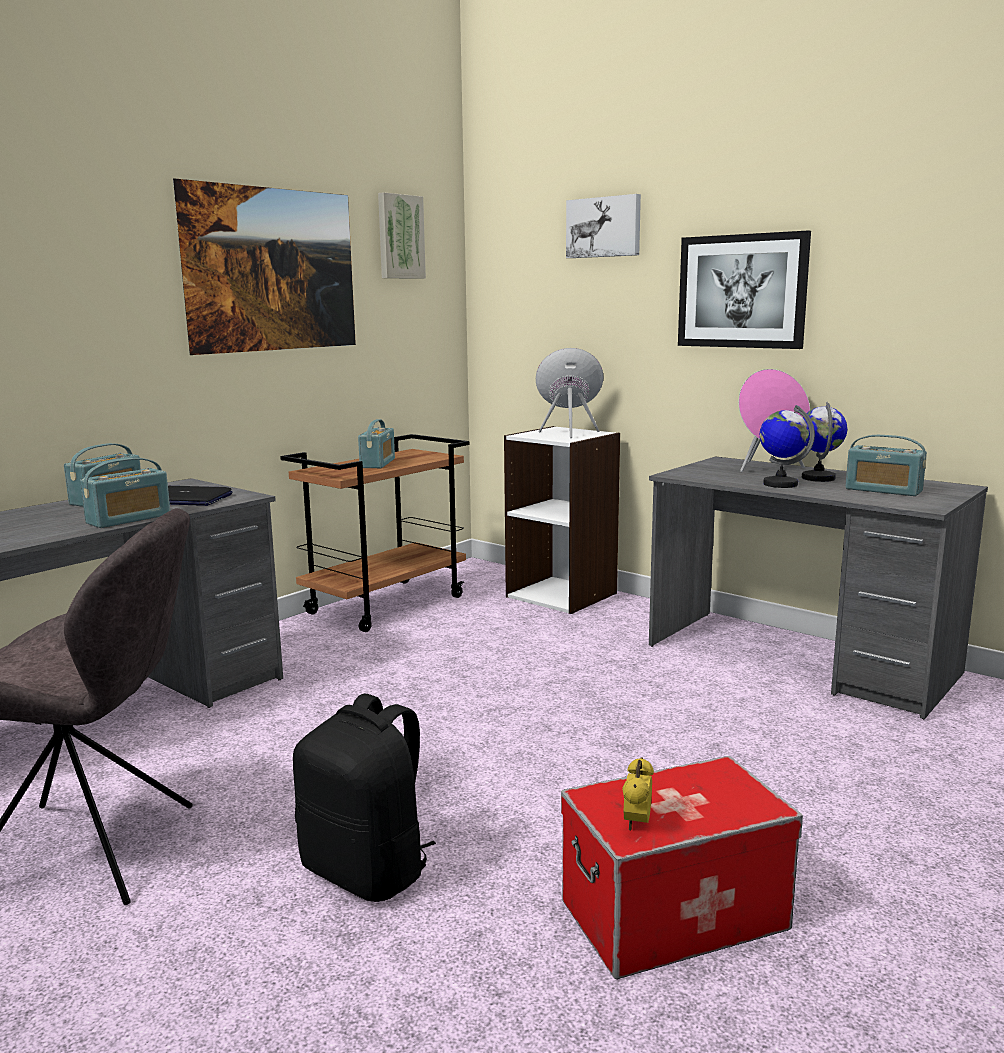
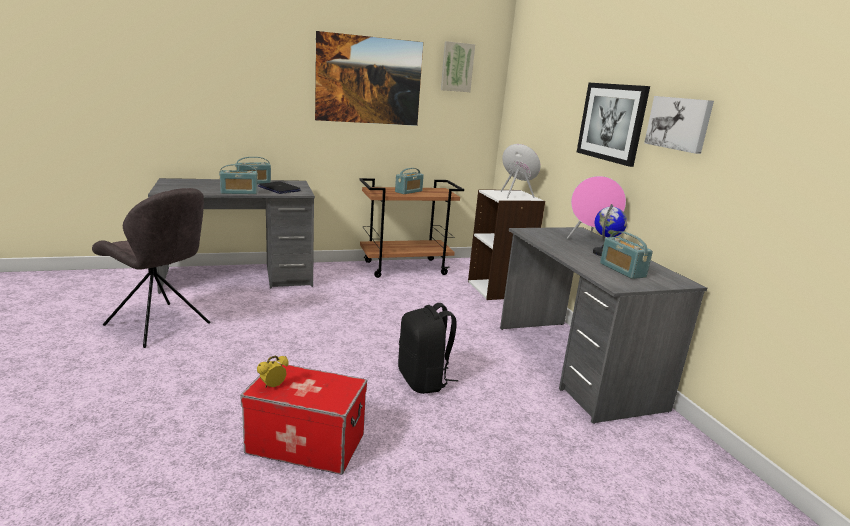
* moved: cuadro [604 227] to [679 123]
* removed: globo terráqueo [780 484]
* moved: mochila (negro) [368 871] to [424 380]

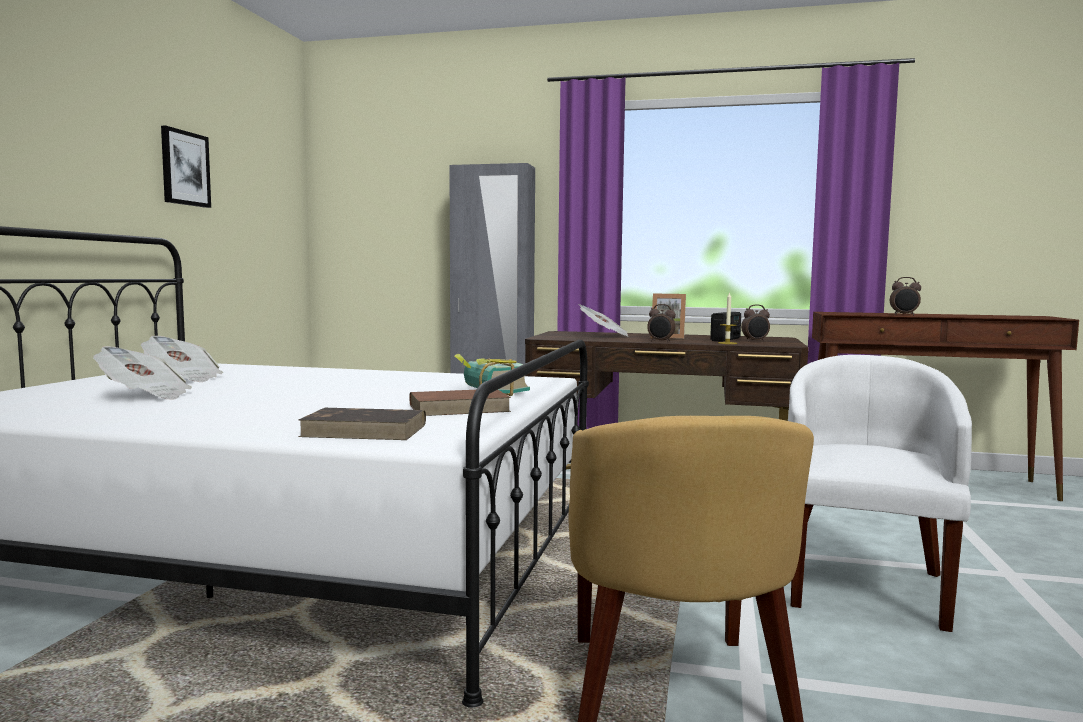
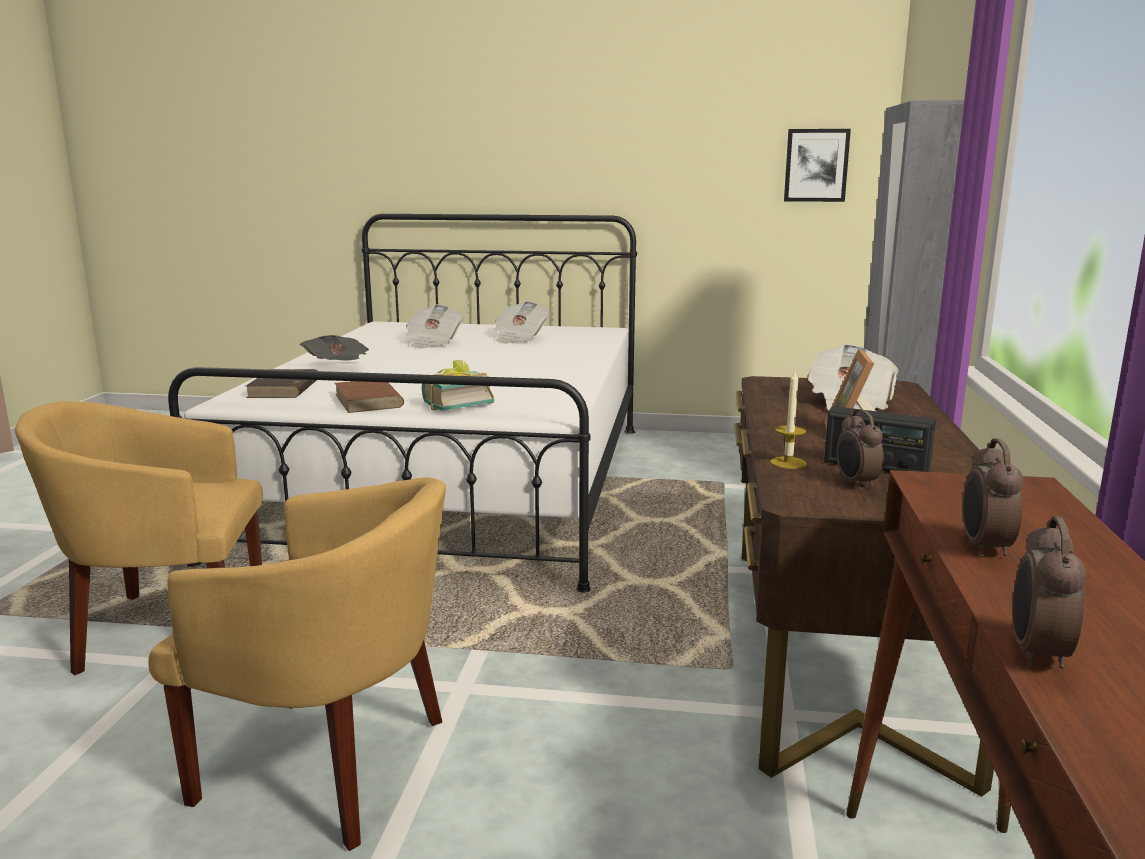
* moved: cuadro [185 168] to [816 165]
* moved: despertador [661 341] to [1036 654]
* recoloured: sillón (blanco) [863 585] to sillón (amarillo) [331 766]
* added: periódico [338 367]

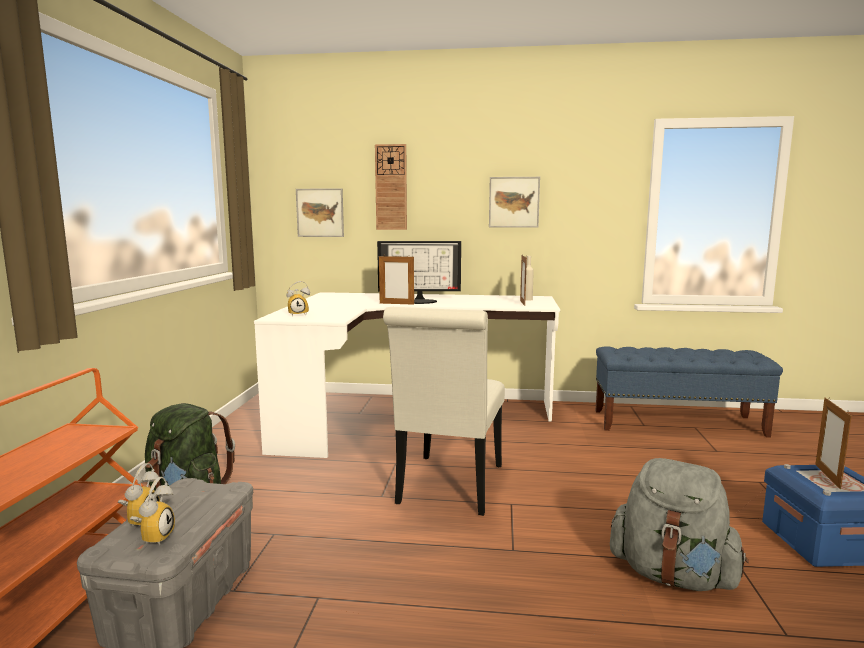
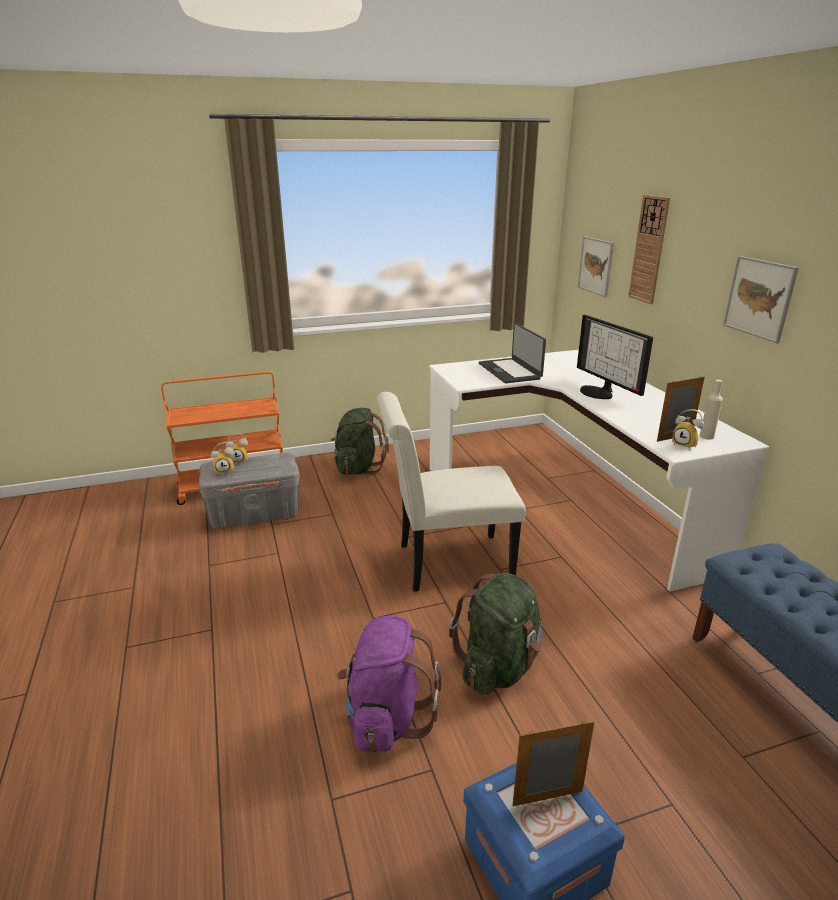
* removed: portarretratos [396 303]
* moved: despertador [298 314] to [686 445]
* recoloured: mochila (gris) [672 575] to mochila (morado) [386 718]
* added: portátil [510 371]
* added: mochila (verde) [498 667]

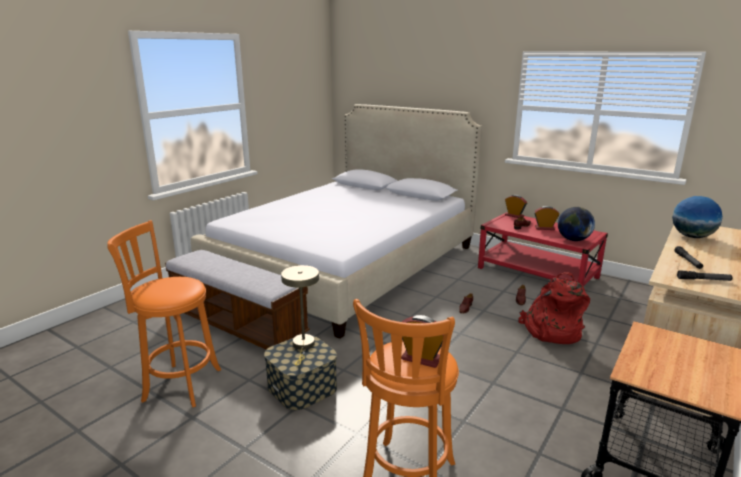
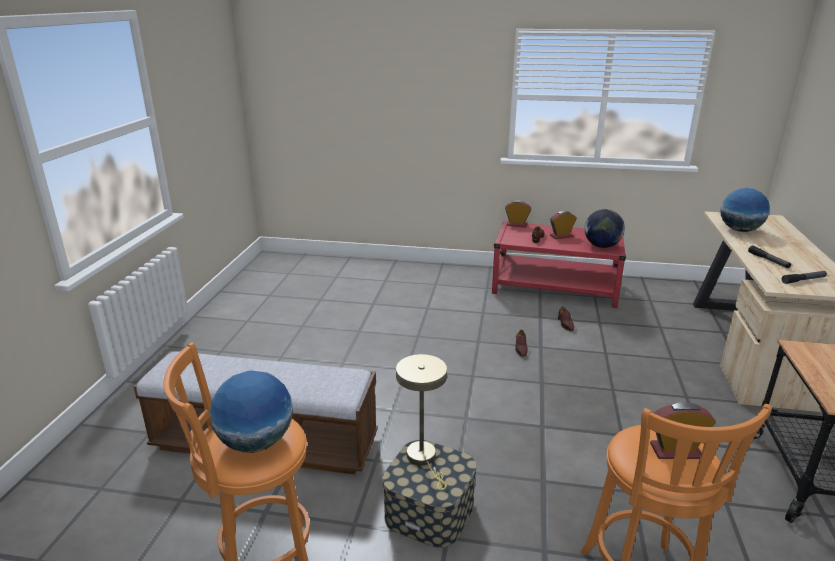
* removed: cama [346 264]
* removed: mochila (rojo) [551 331]
* added: globo terráqueo [256 442]

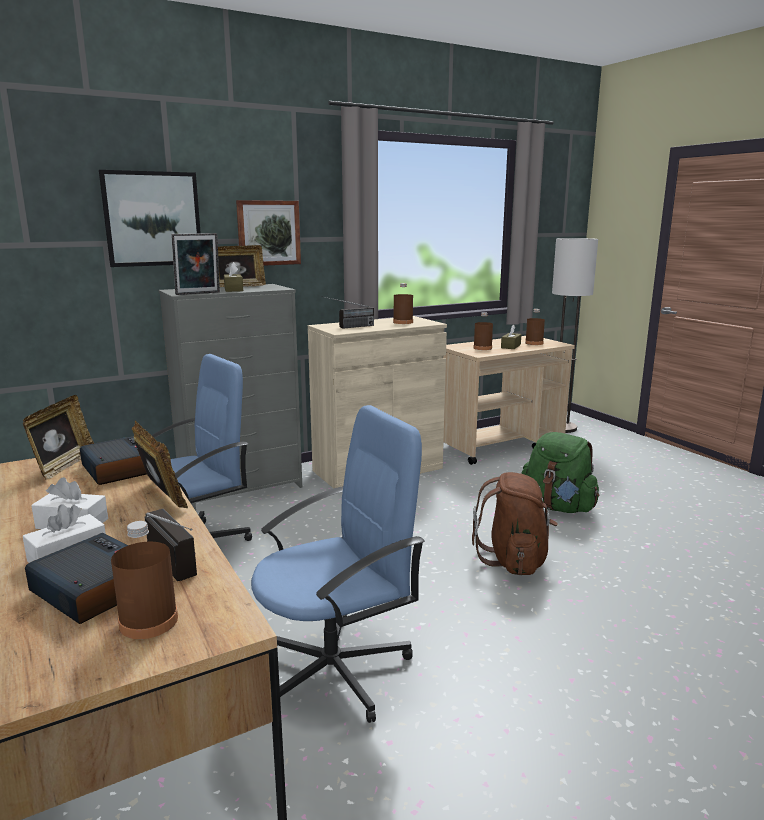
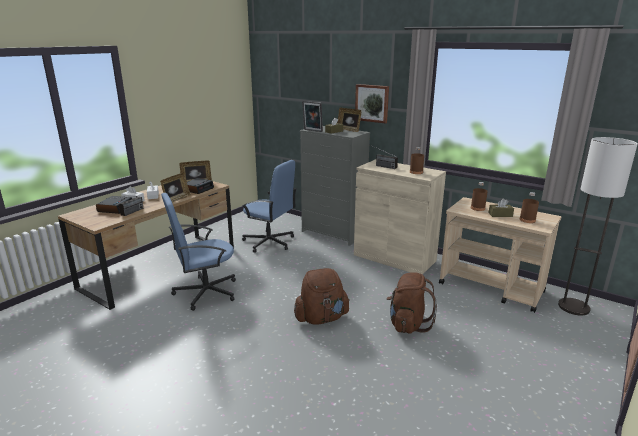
* removed: cuadro [152 219]
* turned: silla de oficina (azul) [335 669] = [205 292] 120 degrees clockwise
* recoloured: mochila (verde) [558 507] to mochila (marrón) [408 324]
* removed: botella (marrón) [148 621]

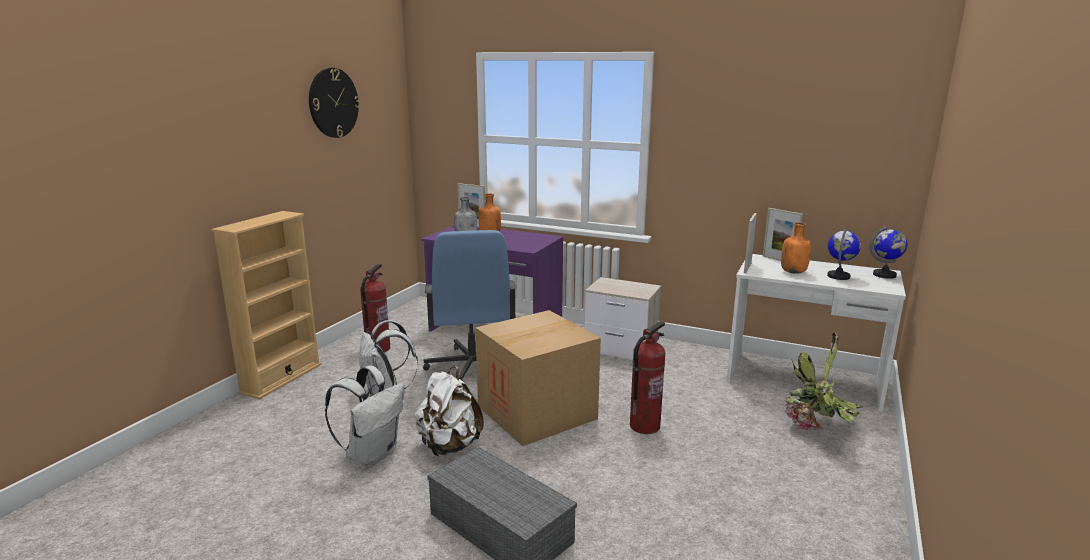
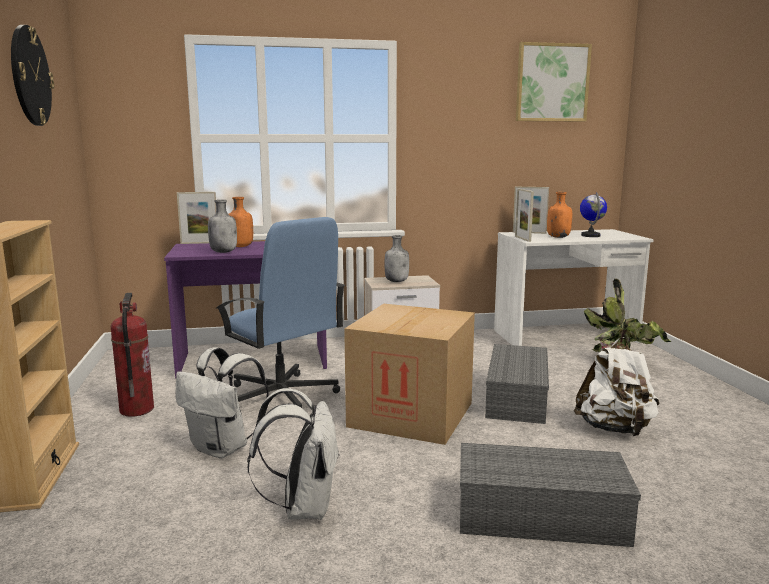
* removed: globo terráqueo [884 275]
* replaced: extintor [644 426] to caja de almacenaje (gris) [515 397]
* moved: mochila (blanco) [449 446] to [614 429]
* added: cuadro [552 83]
* added: botella (gris) [397 281]

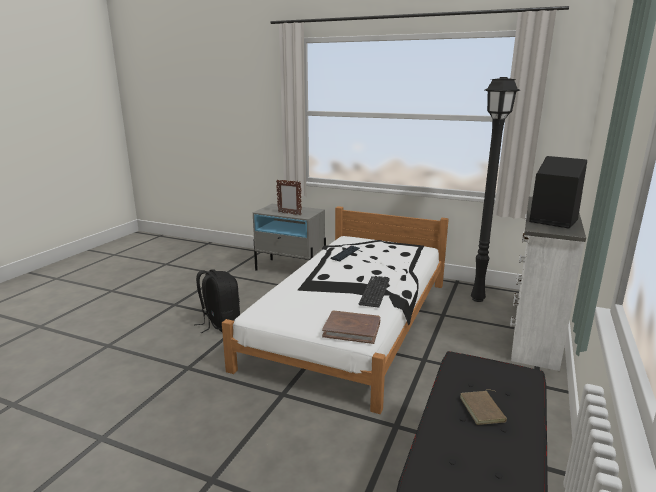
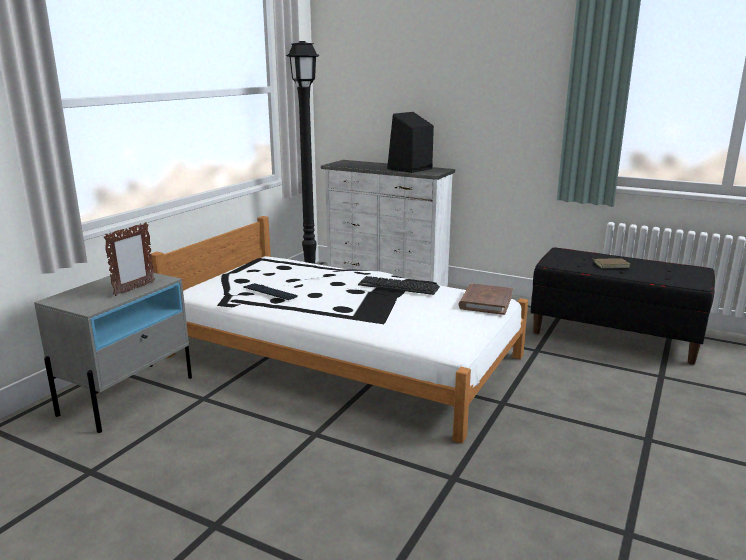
* removed: mochila (negro) [220 324]

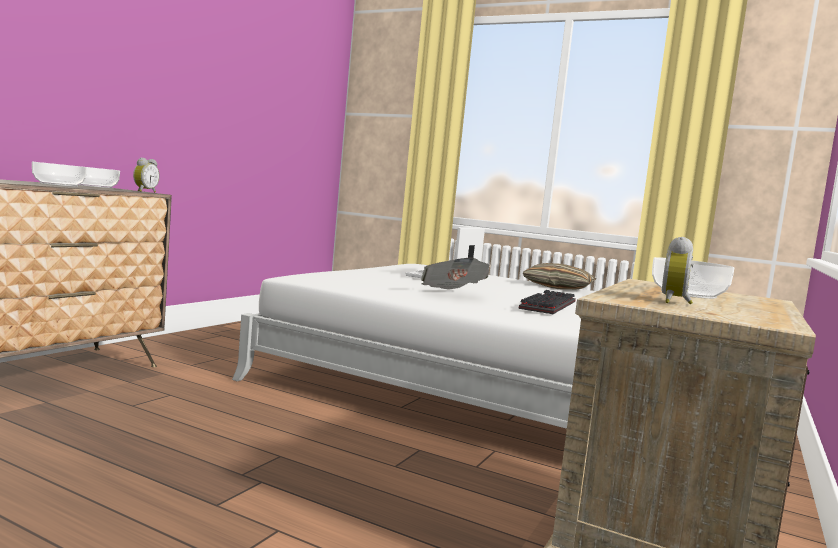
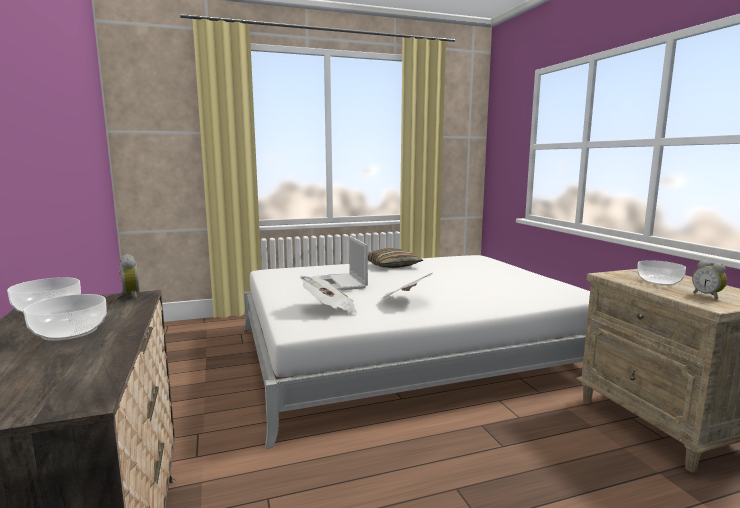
* removed: teclado [546 305]
* added: periódico [330 309]

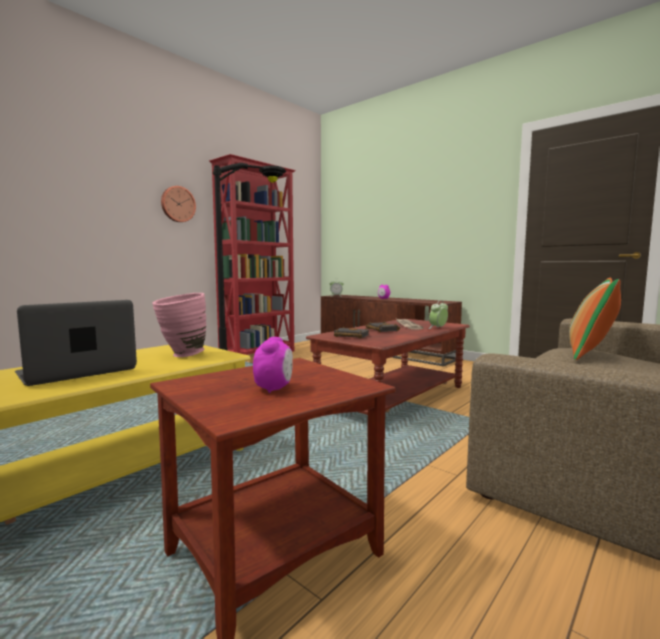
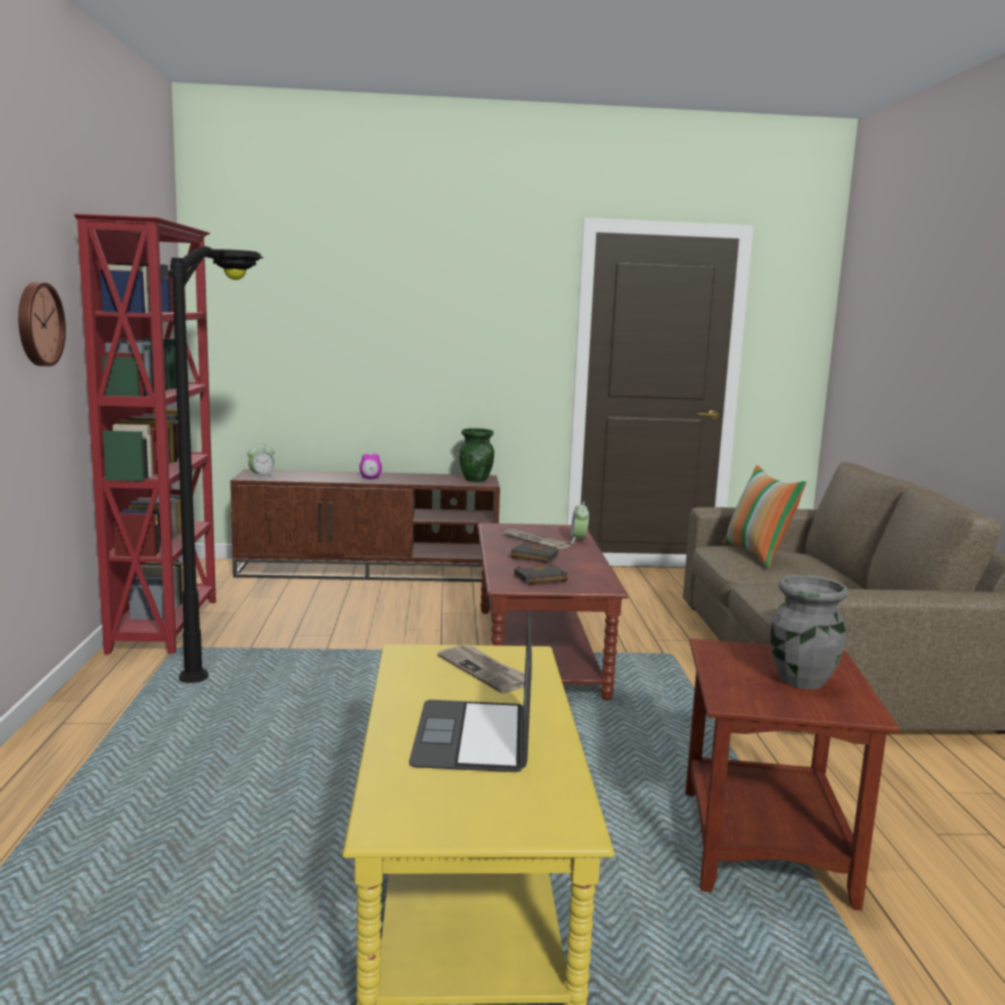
* replaced: florero (rosa) [181 355] to periódico [484 671]
* replaced: despertador [274 388] to florero (gris) [800 681]
* added: florero (verde) [476 480]

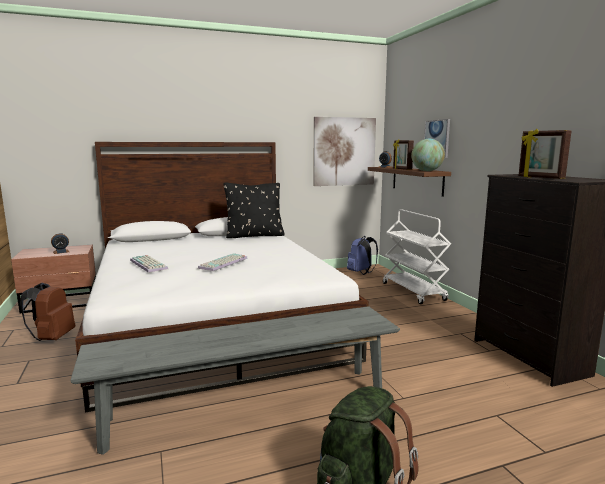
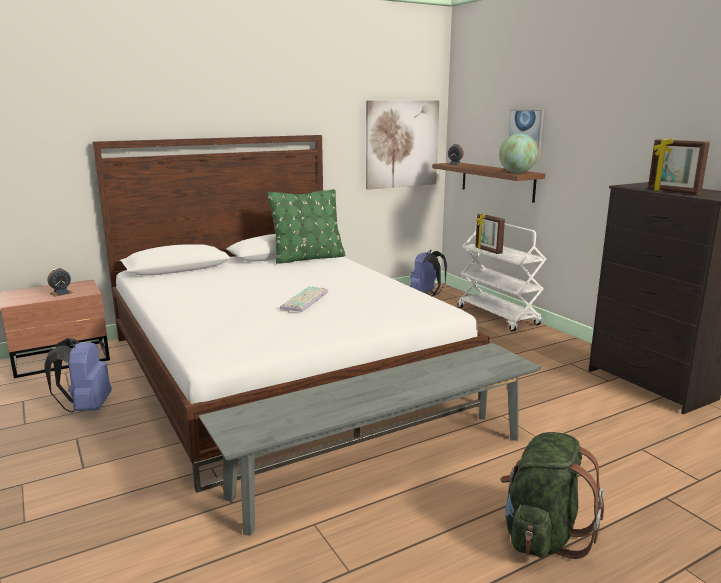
* moved: portarretratos [401 169] to [488 251]
* recoloured: cojín (negro) [254 235] to cojín (verde) [308 258]
* removed: teclado [149 264]
* recoloured: mochila (marrón) [52 338] to mochila (azul) [86 408]

